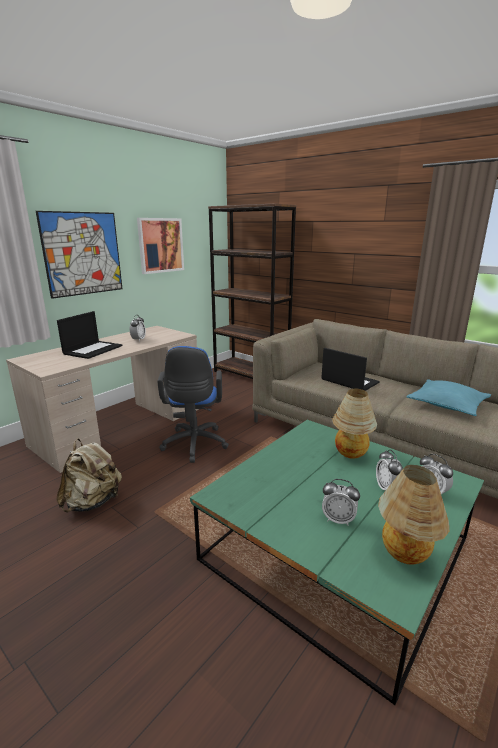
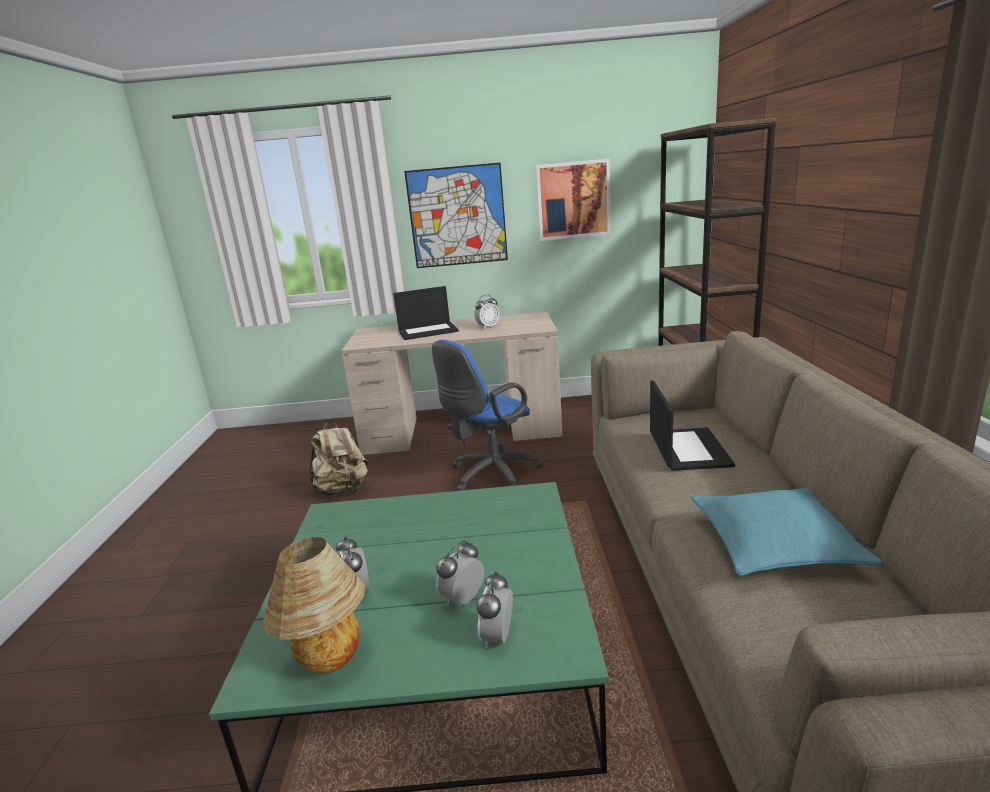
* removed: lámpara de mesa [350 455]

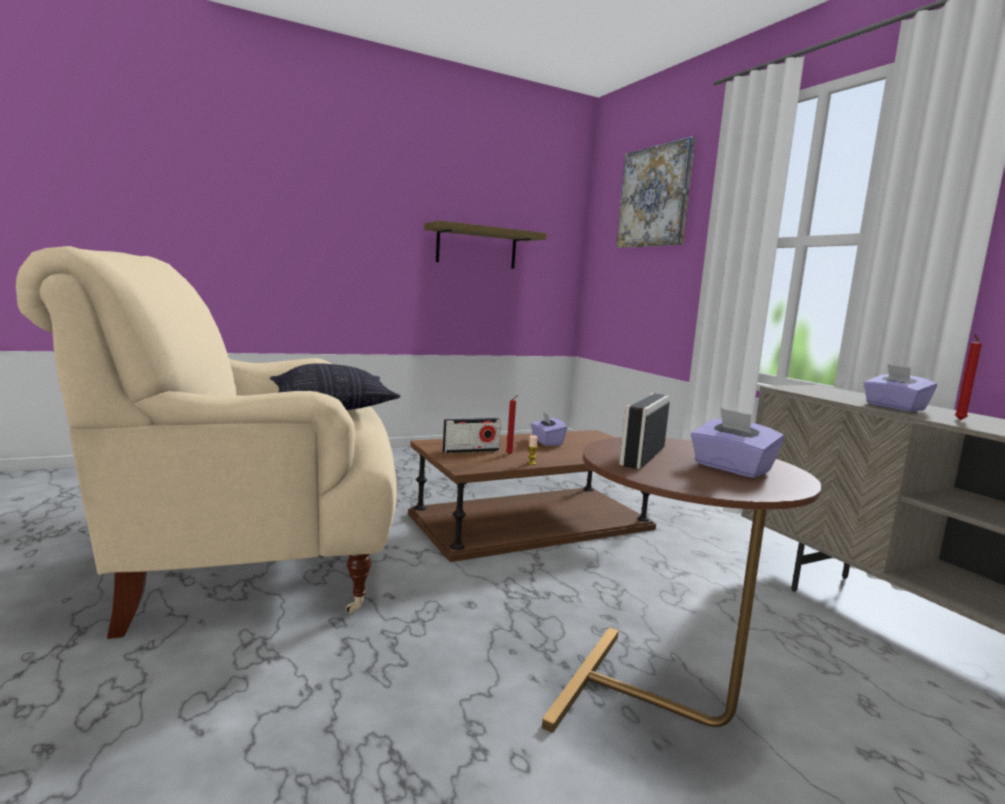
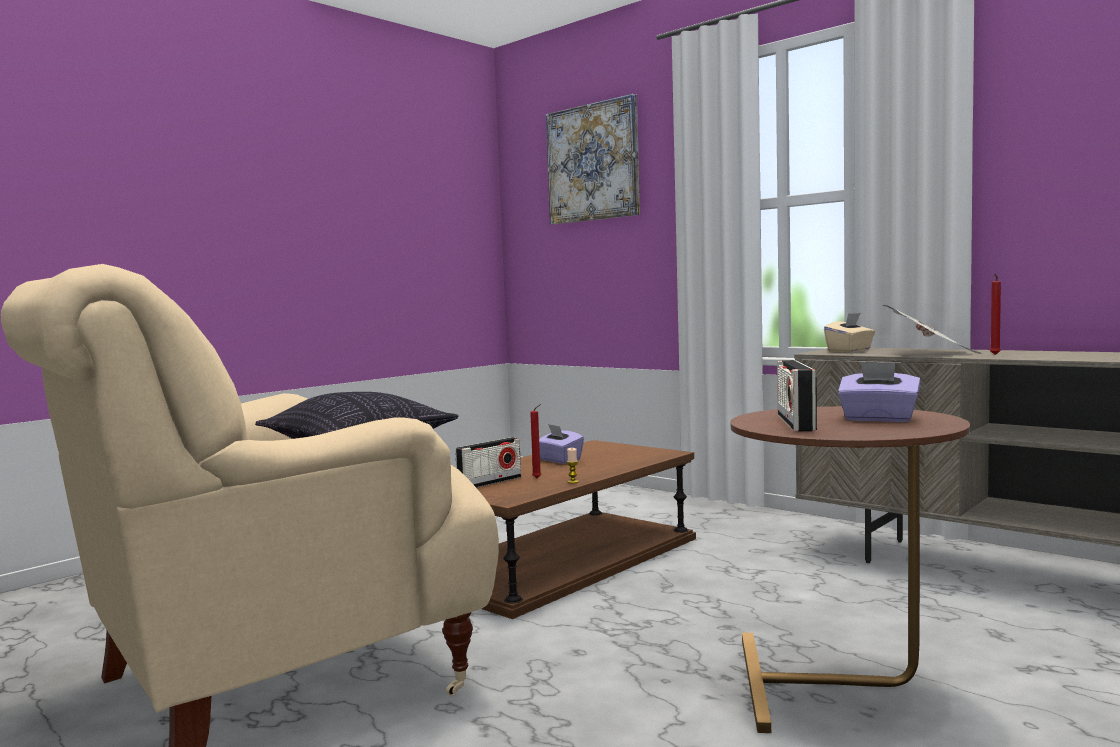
* removed: estante [476 247]
* replaced: caja de pañuelos (morado) [894 407] to periódico [932 353]
* added: caja de pañuelos (beis) [850 351]

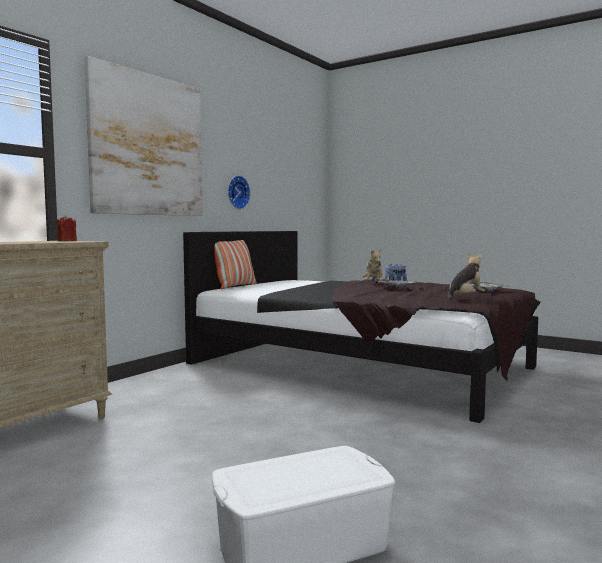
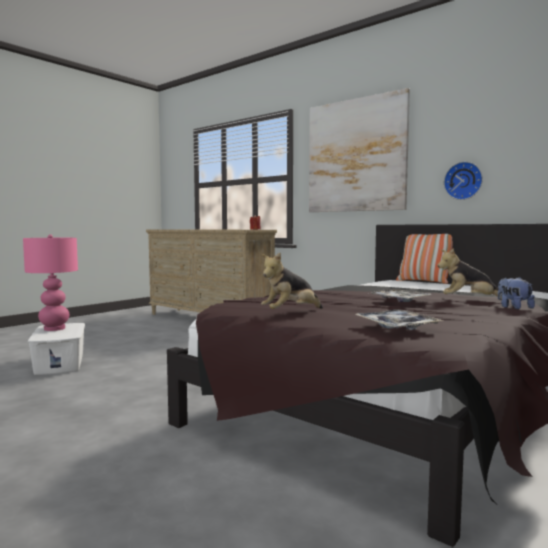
* turned: peluche [465 298] = [290 313] 90 degrees clockwise
* added: lámpara de mesa (rosa) [54 329]

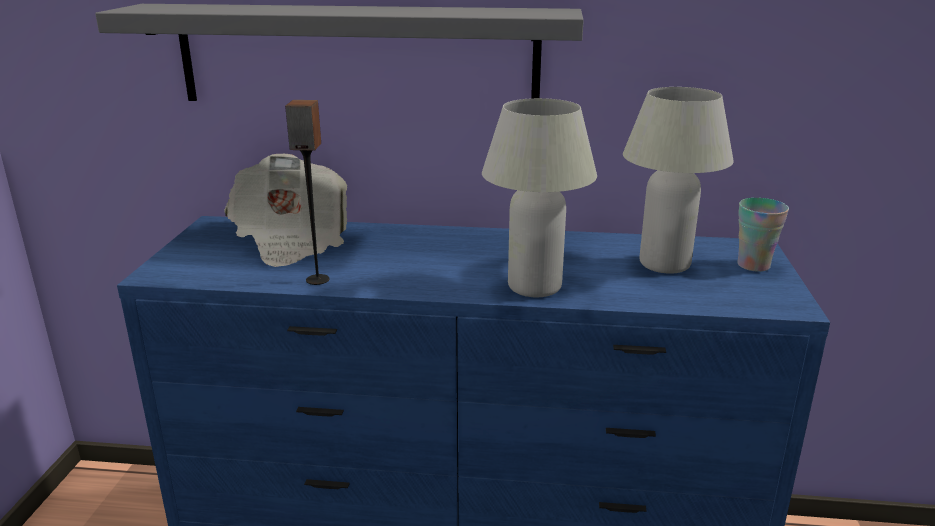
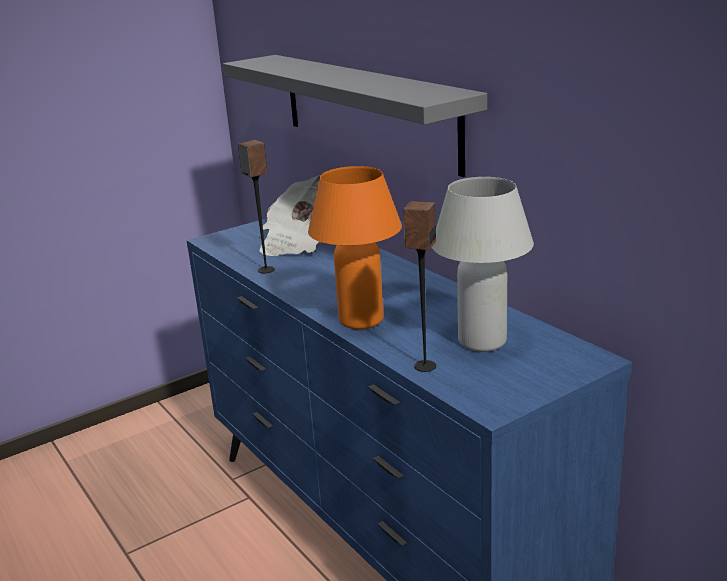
* recoloured: lámpara de mesa (blanco) [534 287] to lámpara de mesa (naranja) [361 320]
* removed: taza [753 265]
* added: altavoz [424 366]

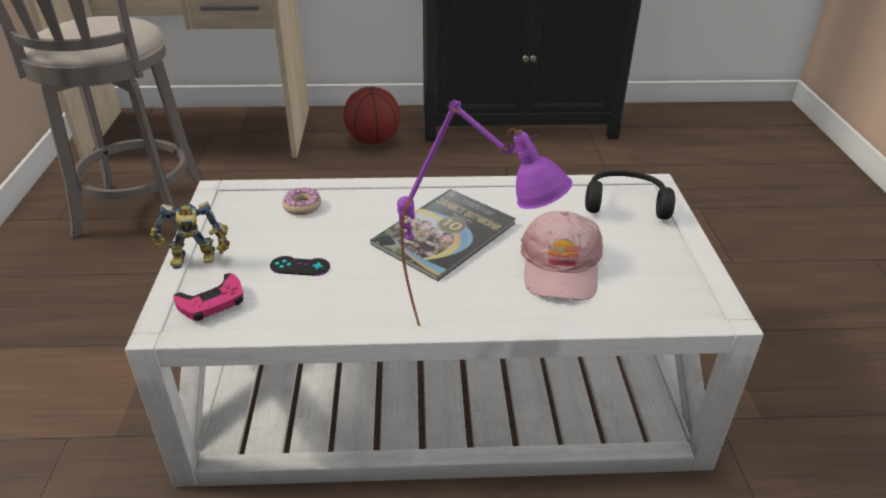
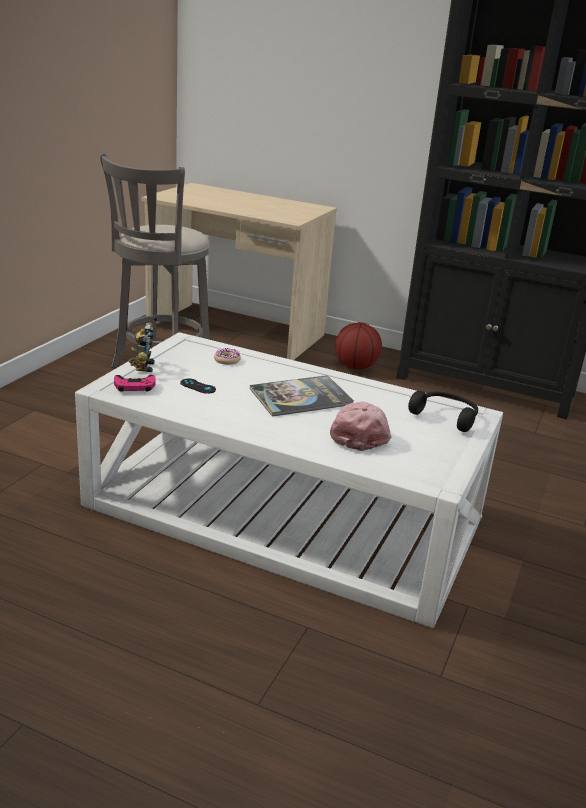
* removed: lámpara de mesa (morado) [475 324]
* turned: robot de juguete [195 260] = [142 367] 75 degrees clockwise
* turned: gorra (rosa) [560 267] = [359 433] 150 degrees clockwise

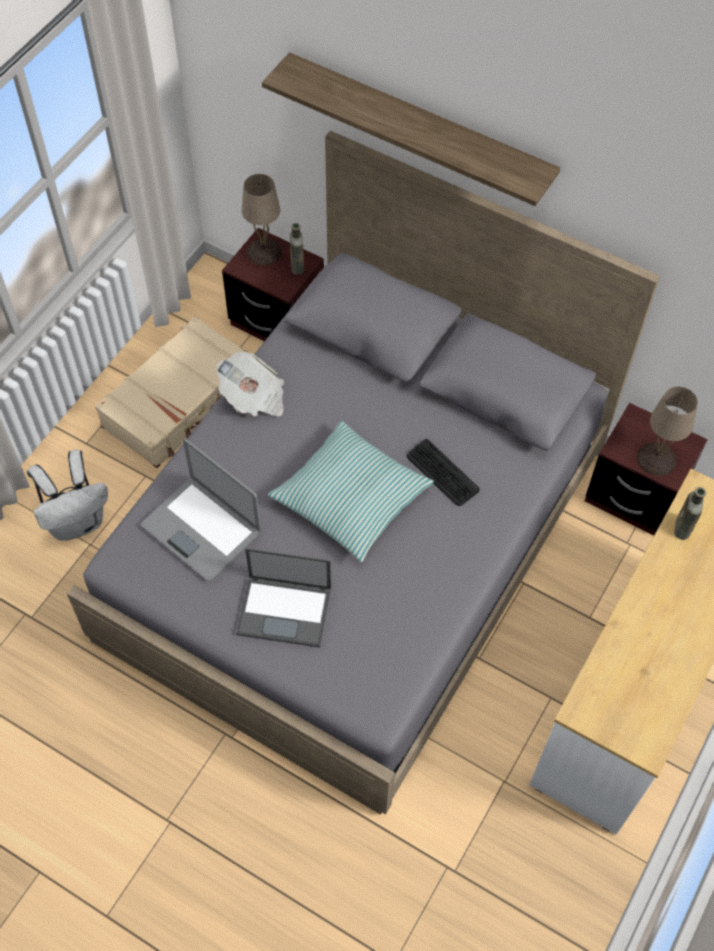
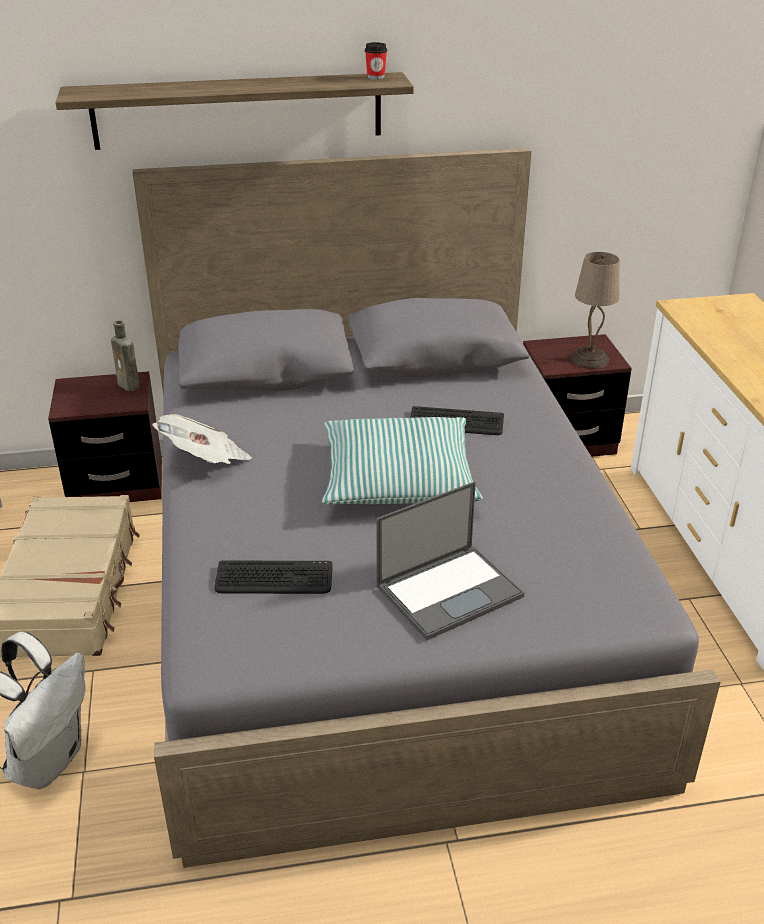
* removed: lámpara de mesa (beis) [264 251]
* replaced: portátil [202 528] to teclado [274 579]
* removed: botella (marrón) [682 530]
* added: taza [376 77]

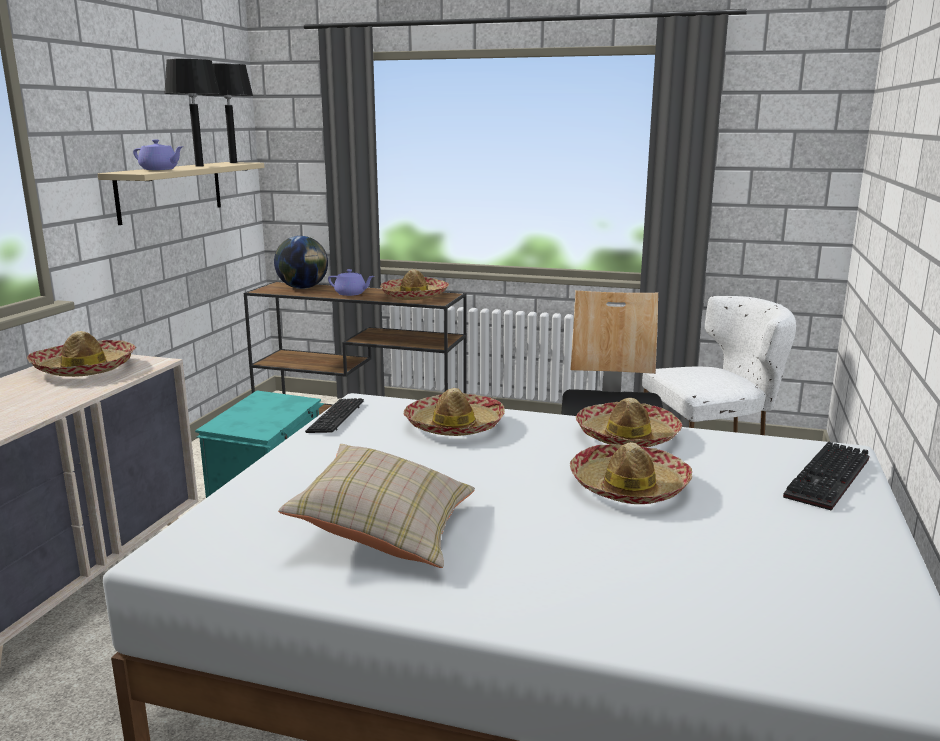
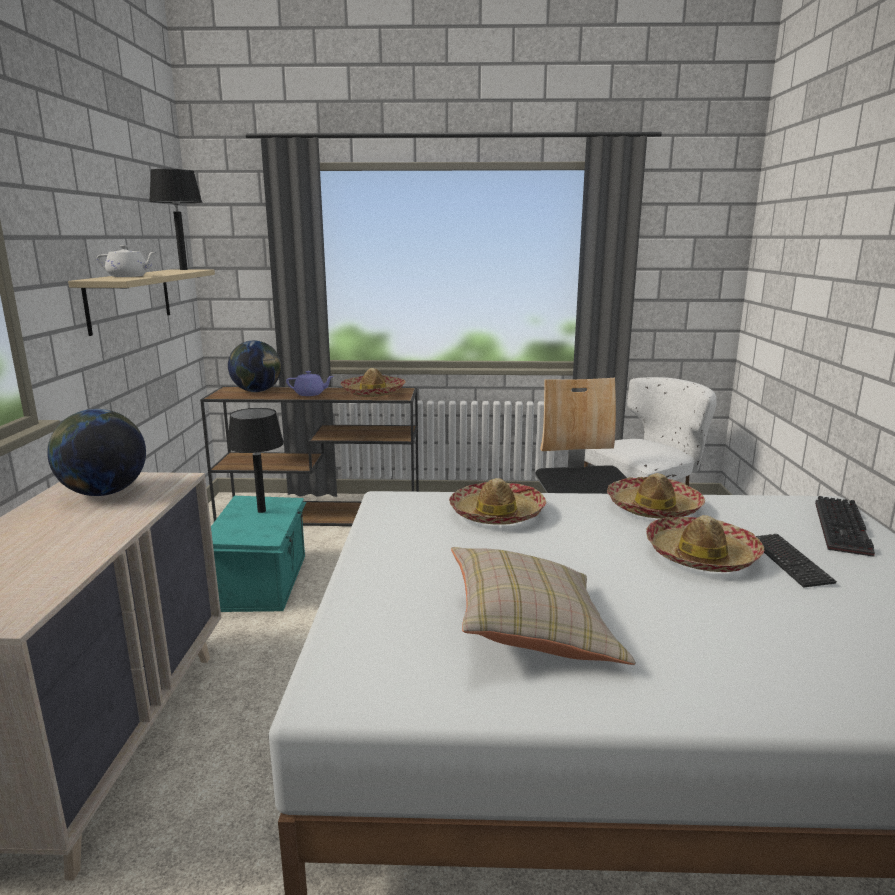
* moved: lámpara de mesa (negro) [199 166] to [261 511]
* recoloured: tetera (morado) [160 169] to tetera (blanco) [129 276]
* replaced: sombrero [85 369] to globo terráqueo [104 493]
* moved: teclado [336 417] to [789 561]

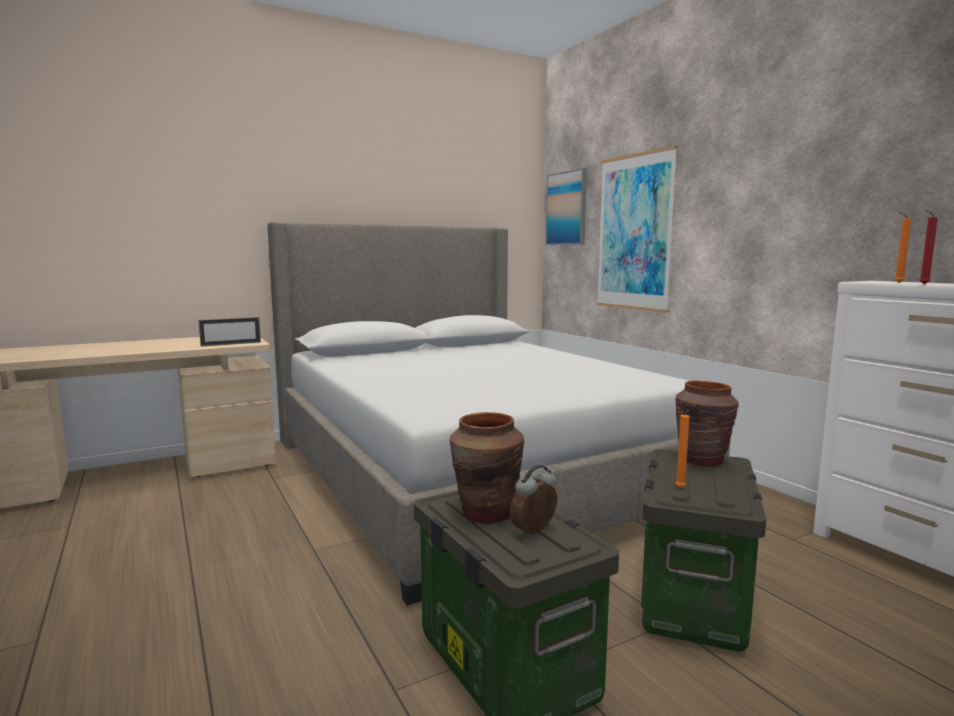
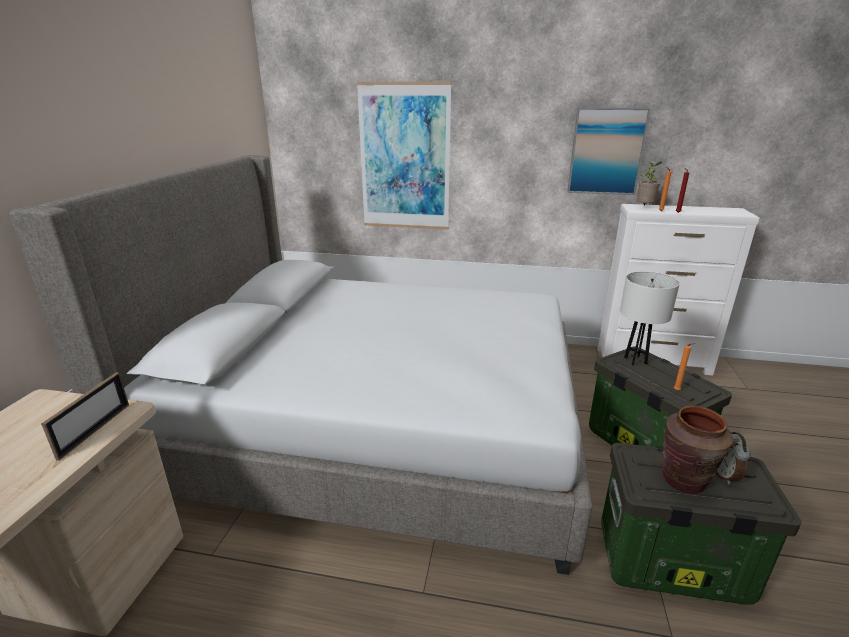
* moved: cuadro [566 208] to [606 151]
* replaced: florero (marrón) [701 461] to lámpara de mesa (blanco) [635 360]
* added: planta en maceta [644 208]

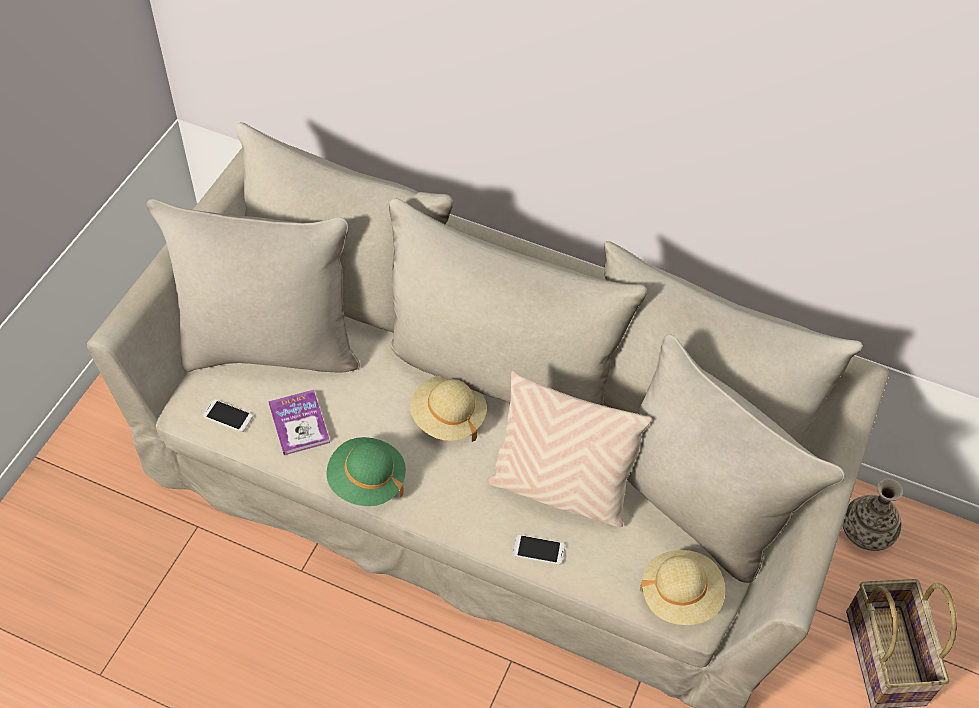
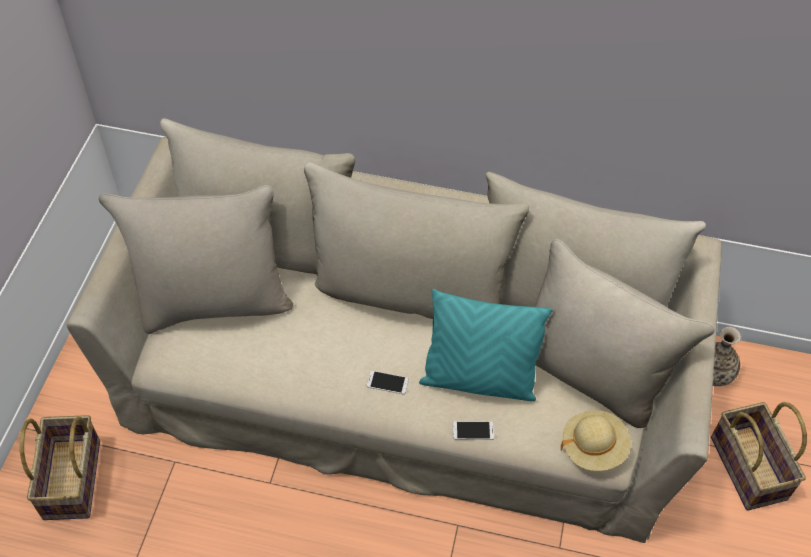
* recoloured: cojín (beis) [559 490] to cojín (turquesa) [478 380]
* removed: sombrero (beis) [448 418]
* removed: libro [299 423]
* moved: móvil [228 416] to [387 383]
* removed: sombrero (verde) [367 481]
* added: cesta [73 480]

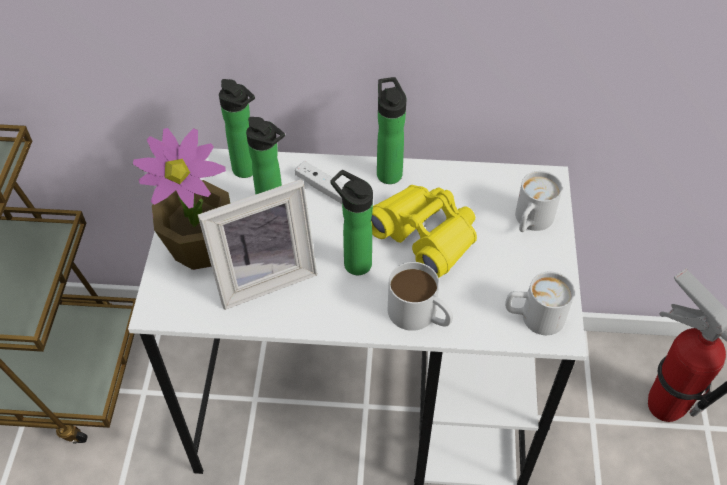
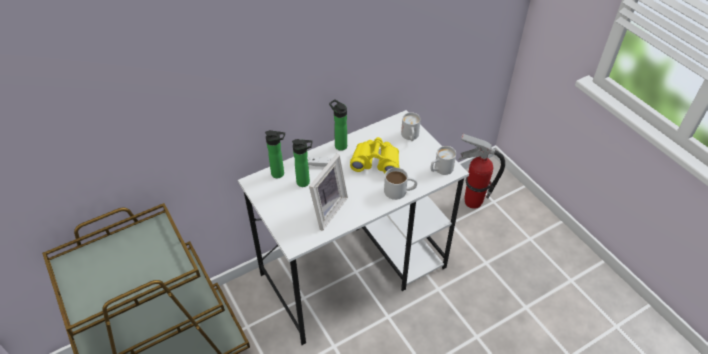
* removed: planta en maceta [201 246]
* removed: botella [354 262]

